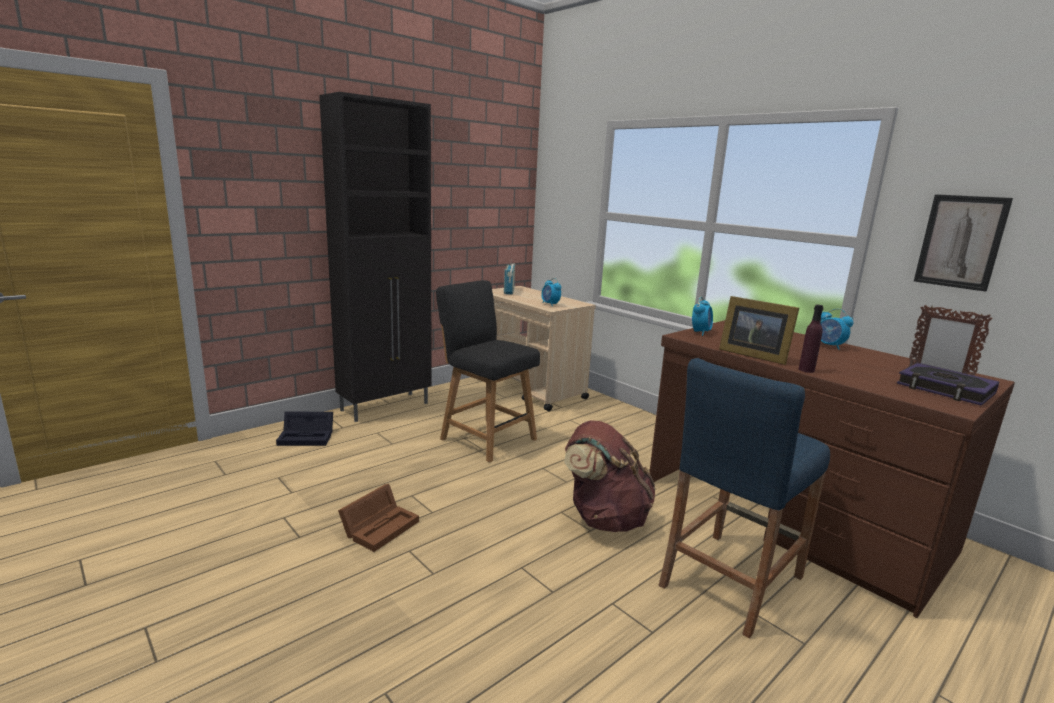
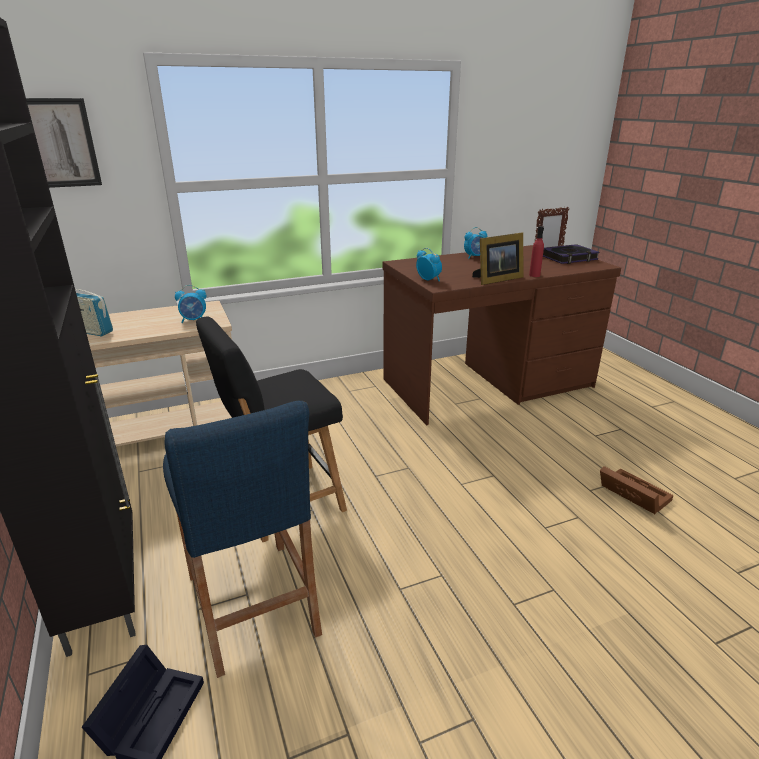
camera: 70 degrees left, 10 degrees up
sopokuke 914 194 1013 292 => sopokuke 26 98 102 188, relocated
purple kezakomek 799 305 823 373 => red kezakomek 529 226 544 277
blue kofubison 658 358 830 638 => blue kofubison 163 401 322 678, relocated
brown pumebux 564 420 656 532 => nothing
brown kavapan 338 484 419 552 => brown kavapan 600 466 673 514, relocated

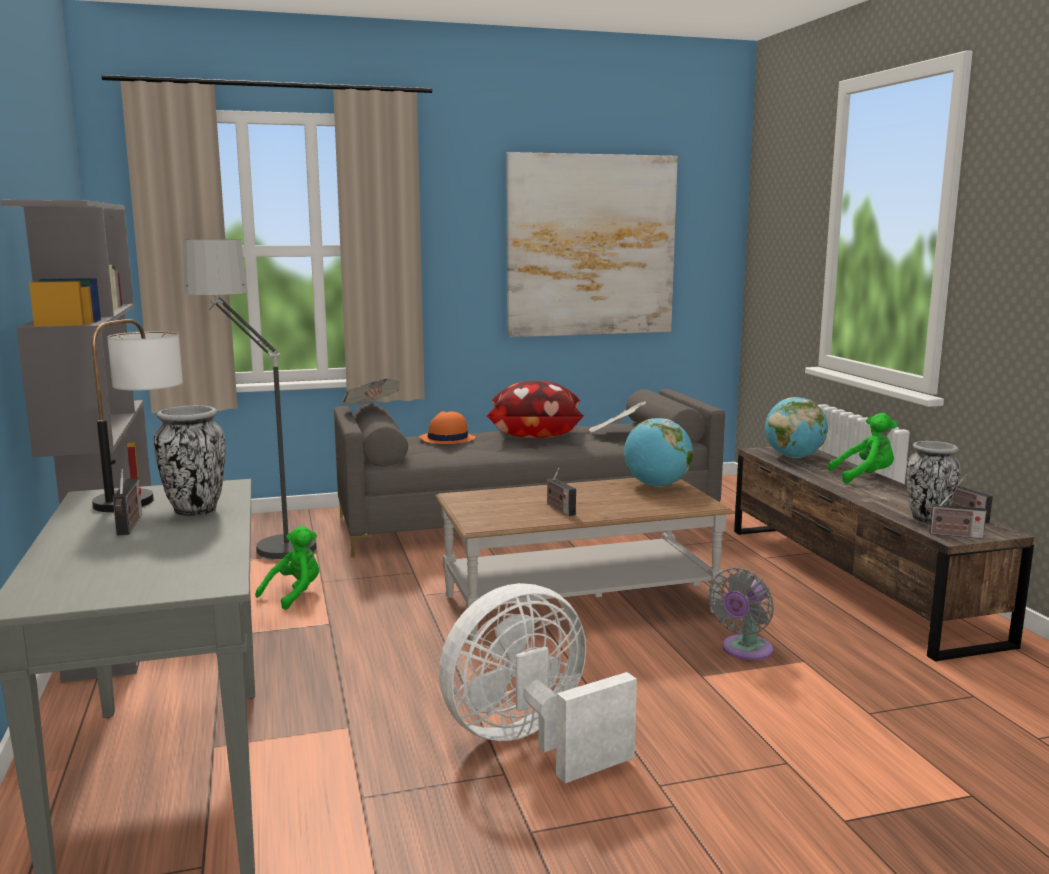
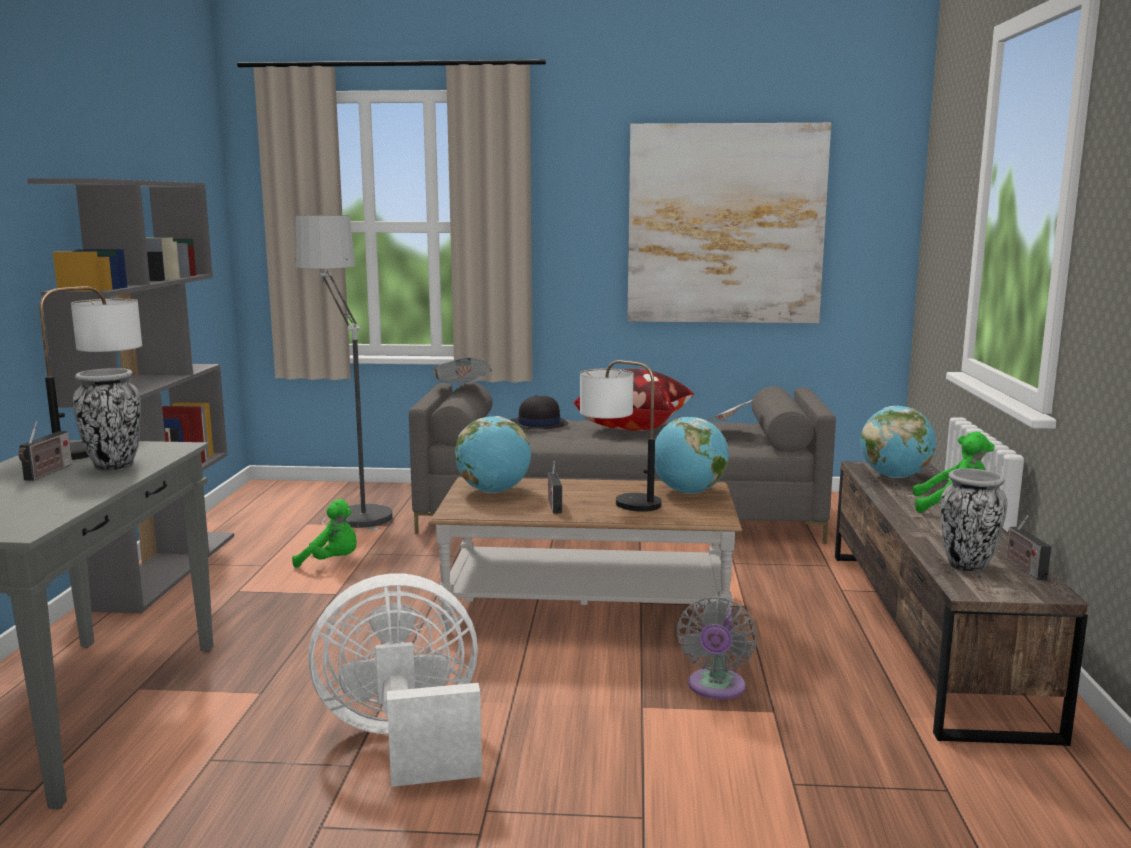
camera: 20 degrees right, 0 degrees up
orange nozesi 419 411 476 444 => black nozesi 510 395 568 429
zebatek 926 492 987 539 => nothing
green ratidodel 255 526 319 610 => green ratidodel 292 499 357 568, 45 degrees clockwise
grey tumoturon 709 568 774 660 => grey tumoturon 677 597 757 699, 45 degrees counterclockwise
nothing => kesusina 580 360 661 512
nothing => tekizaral 455 416 531 493

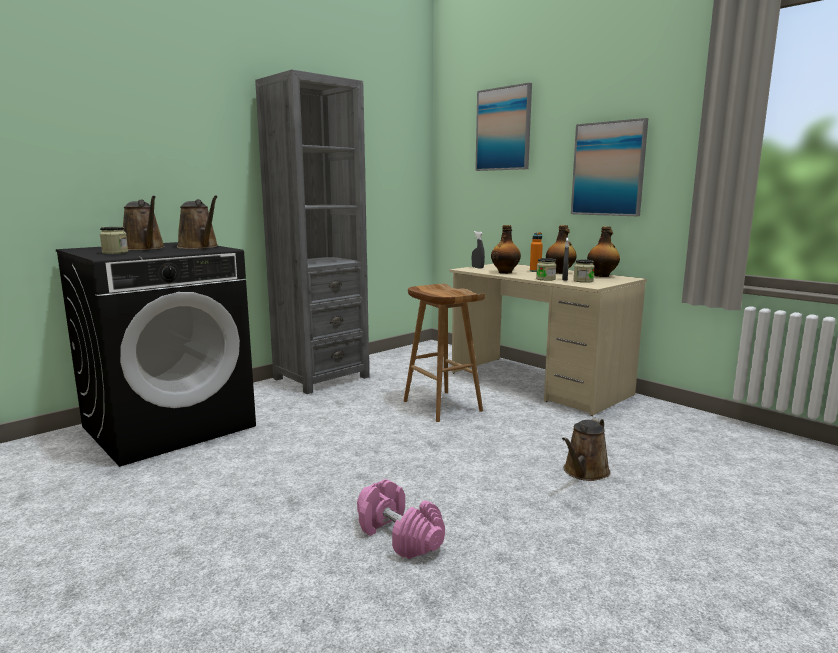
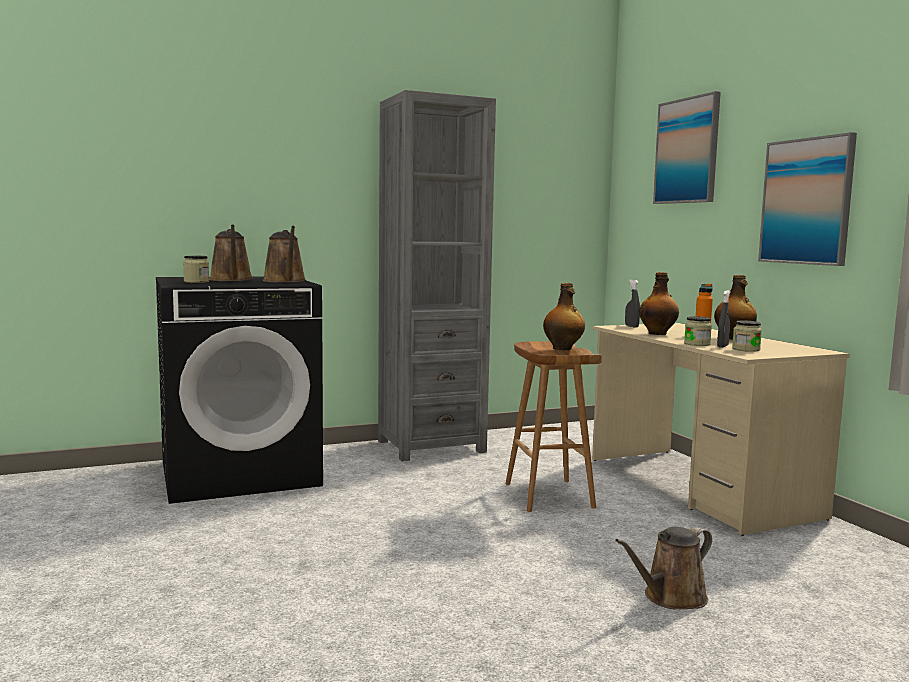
camera: 20 degrees right, 5 degrees down
kezakomek 587 226 620 277 => kezakomek 543 283 585 350, relocated
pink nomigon 357 479 445 559 => nothing

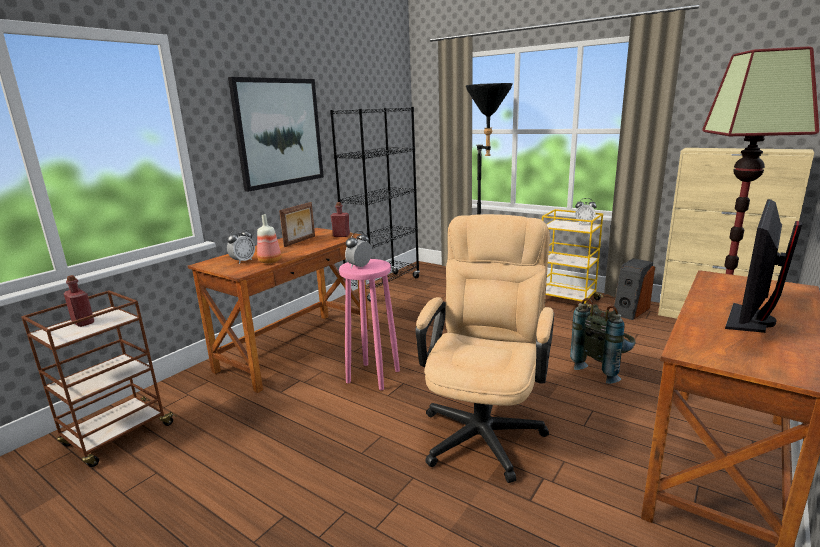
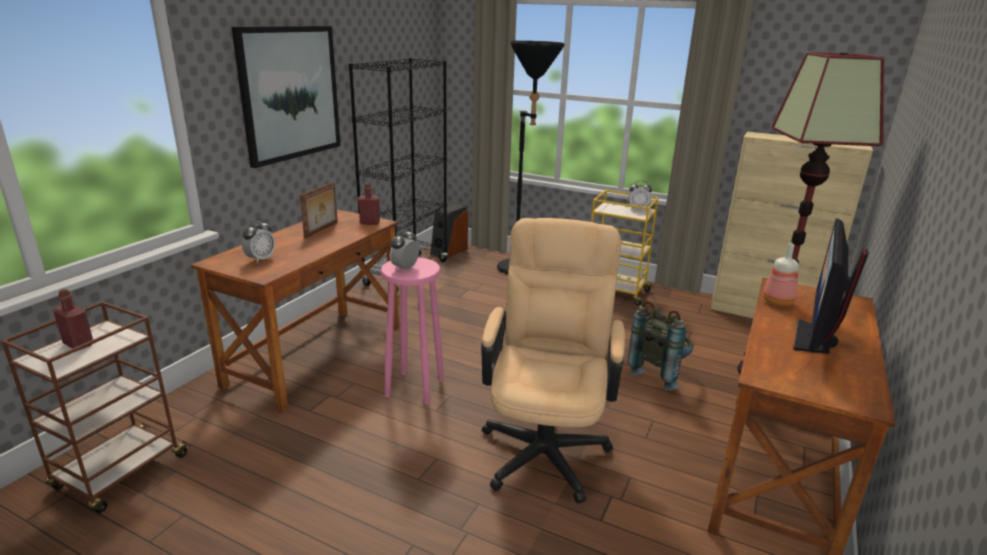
camera: 10 degrees left, 5 degrees up
kezakomek 257 214 282 263 => kezakomek 763 243 799 307, relocated
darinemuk 613 258 655 320 => darinemuk 430 203 468 257, relocated

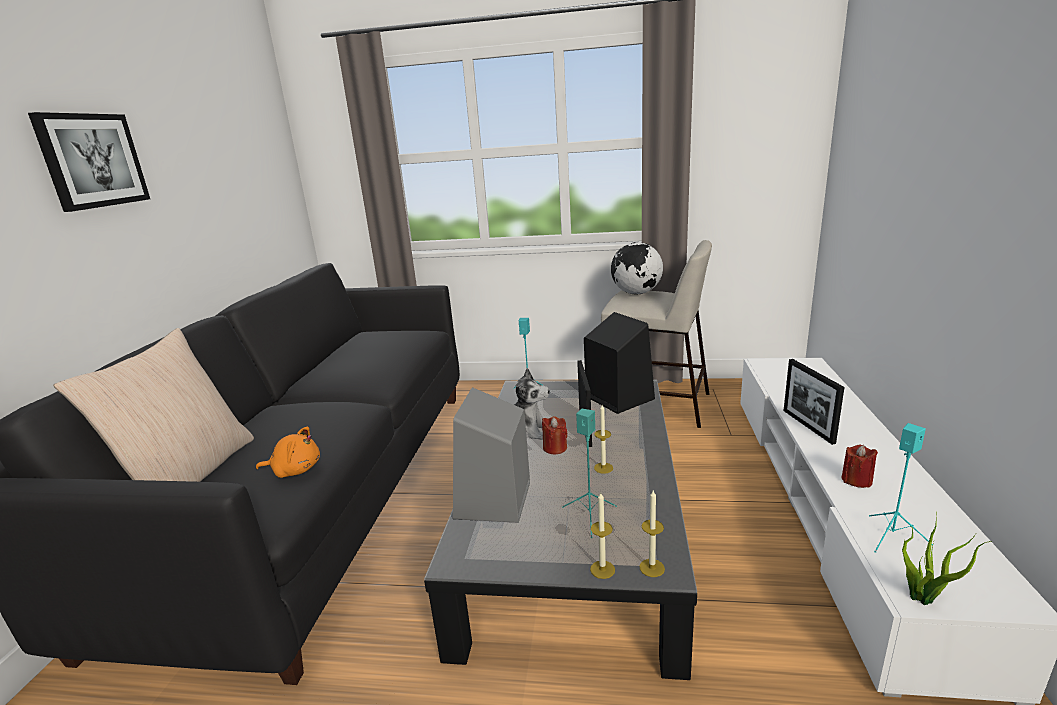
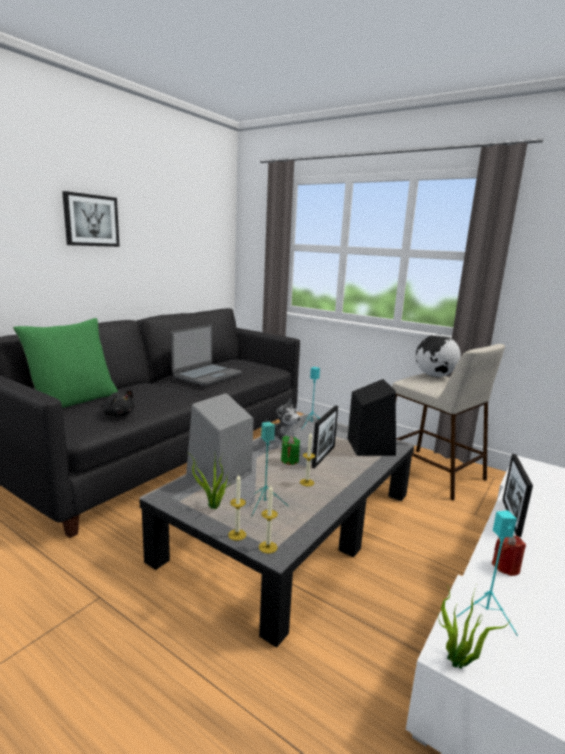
camera: 25 degrees right, 5 degrees down
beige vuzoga 53 328 254 482 => green vuzoga 13 318 118 408
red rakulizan 542 416 567 454 => green rakulizan 281 436 300 465
orange ratidodel 256 426 320 478 => black ratidodel 101 390 135 417
nothing => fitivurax 171 325 242 386
nothing => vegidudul 187 452 231 509

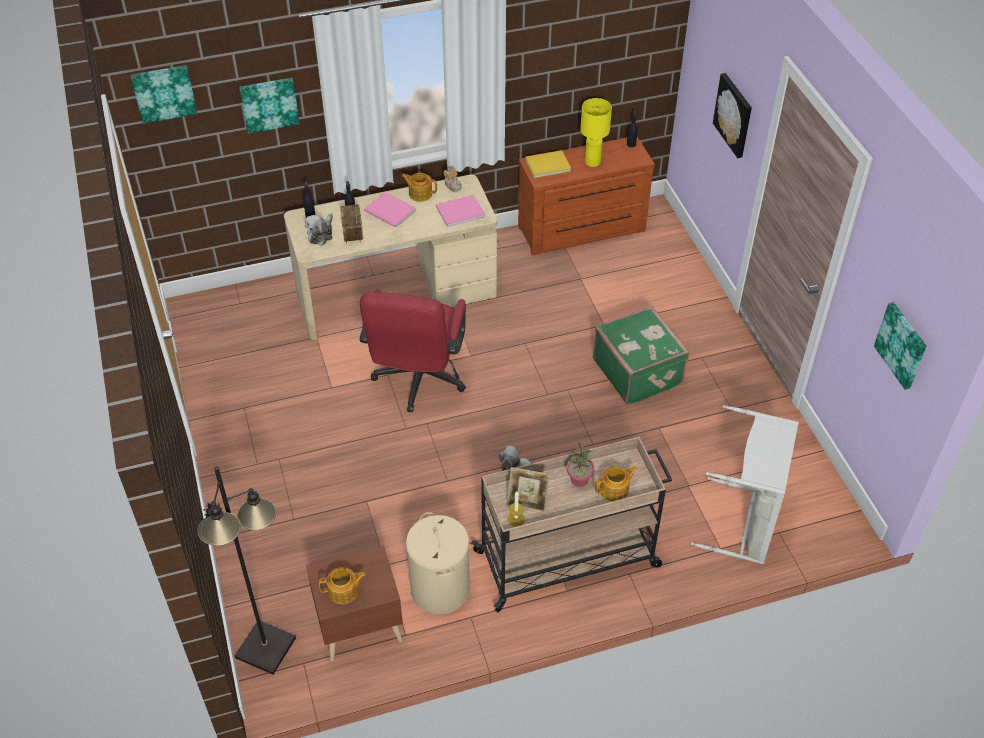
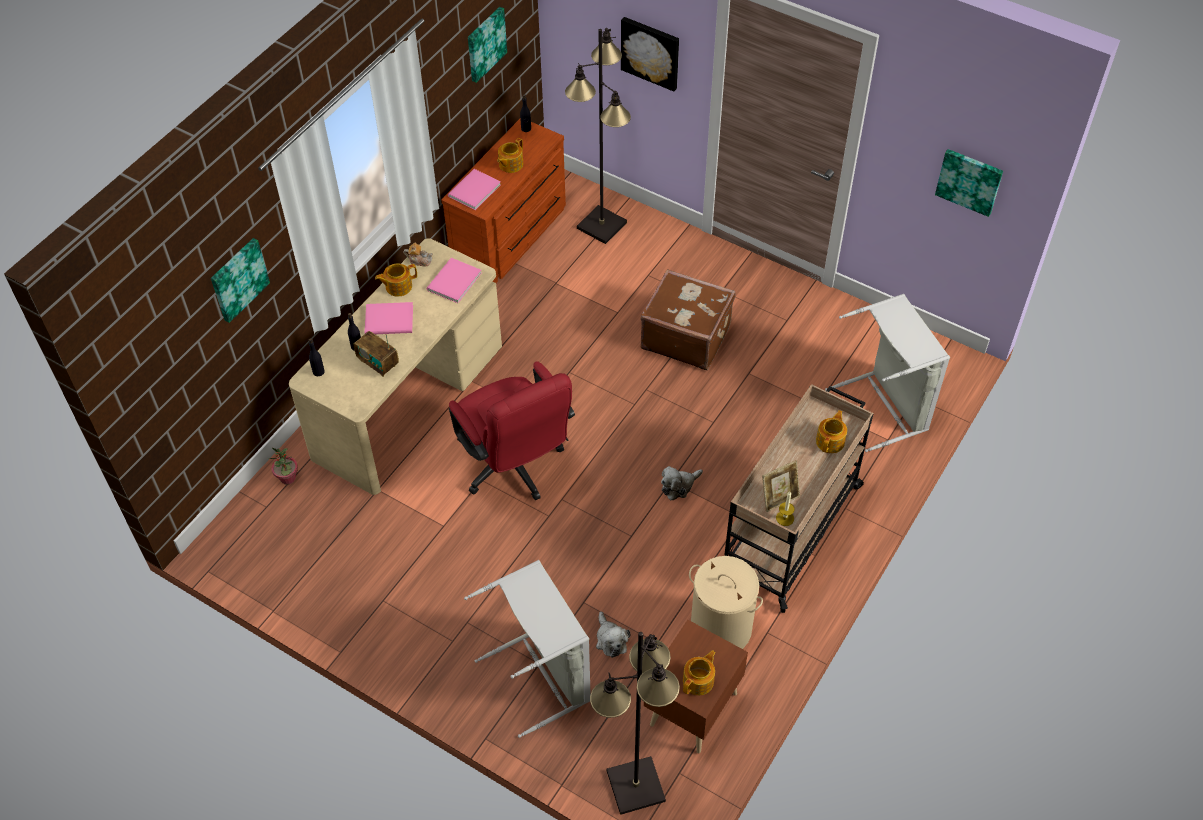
camera: 40 degrees left, 5 degrees up
sopokuke 131 65 197 124 => sopokuke 468 7 507 83, relocated
yellow kesusina 580 98 612 167 => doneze 497 138 523 173
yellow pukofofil 525 150 571 178 => pink pukofofil 448 169 501 210
ratidodel 305 214 333 246 => ratidodel 596 612 630 658, relocated
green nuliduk 593 306 689 405 => brown nuliduk 640 269 736 370
vegidudul 567 442 595 487 => vegidudul 268 448 298 485, relocated
nothing => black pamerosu 565 28 631 244
nothing => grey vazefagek 464 560 591 738

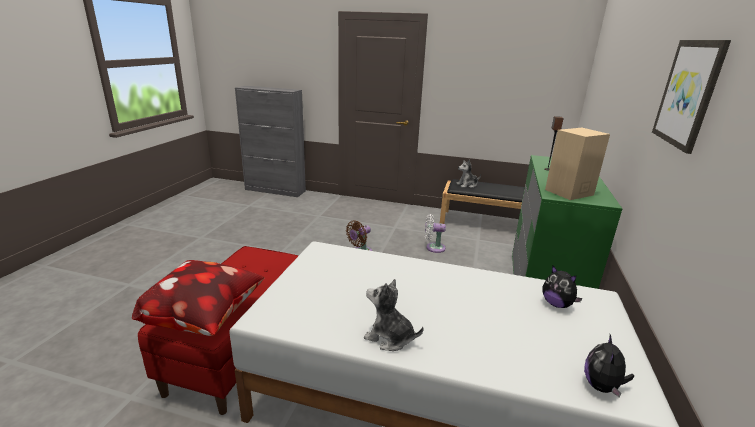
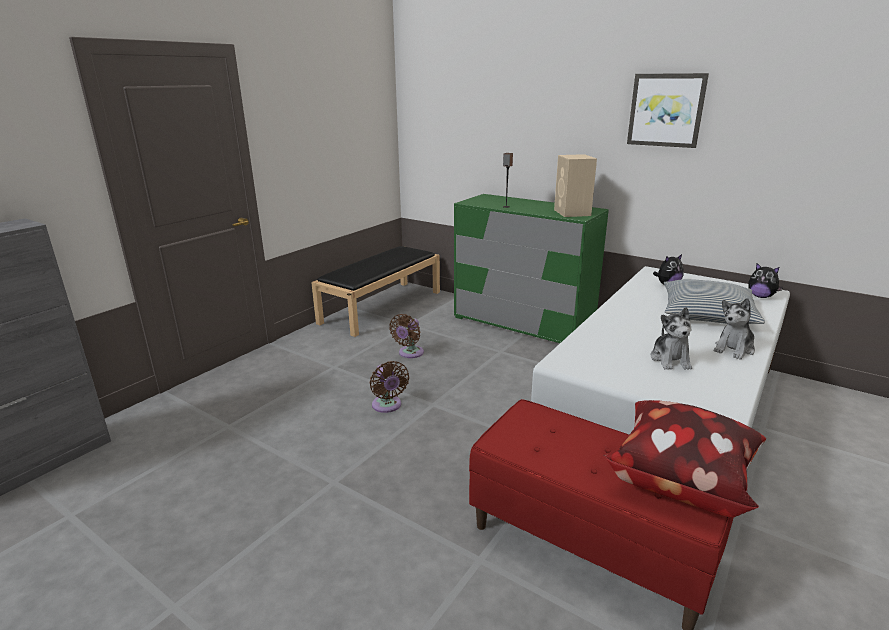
camera: 70 degrees left, 0 degrees up
ratidodel 456 160 481 188 => ratidodel 651 307 692 370, relocated
white tumoturon 425 214 446 253 => brown tumoturon 389 314 424 358
nothing => vuzoga 664 279 765 324

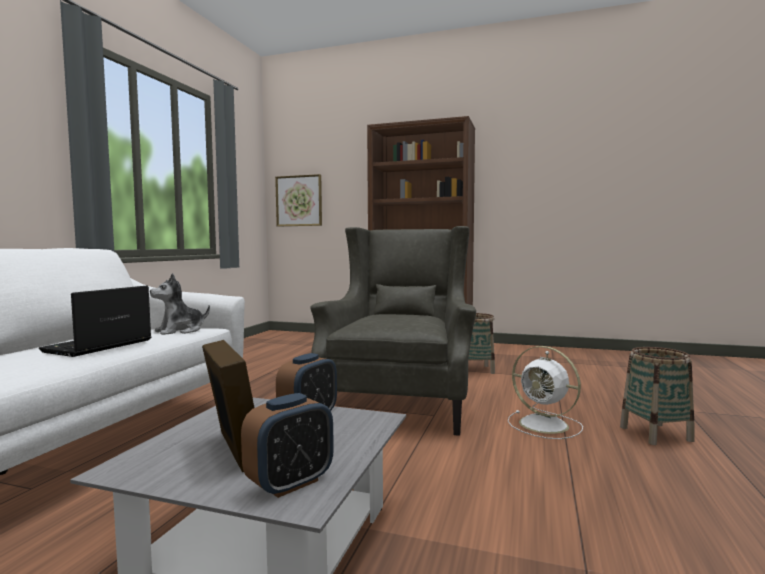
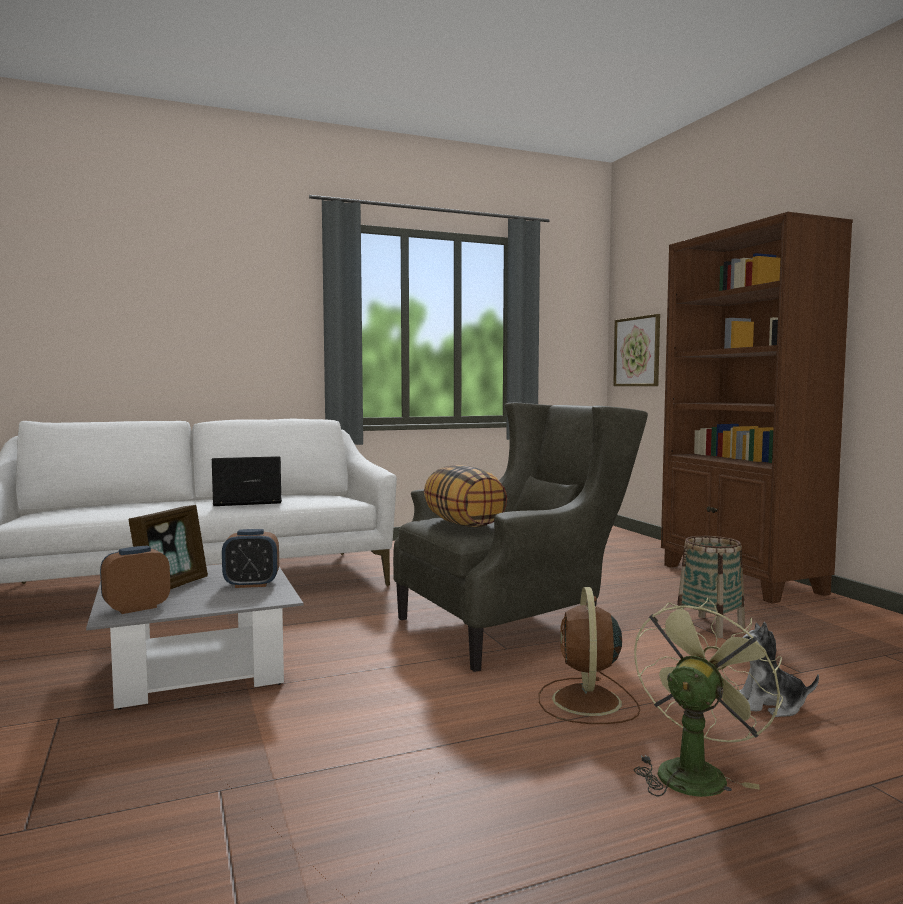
camera: 50 degrees right, 0 degrees up
ratidodel 150 273 210 335 => ratidodel 739 622 819 717, relocated
white tumoturon 508 346 583 439 => brown tumoturon 538 587 640 724
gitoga 620 347 695 445 => green tumoturon 634 598 783 797
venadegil 241 393 334 498 => venadegil 100 545 170 614, 135 degrees clockwise
nothing => vuzoga 424 465 507 527

